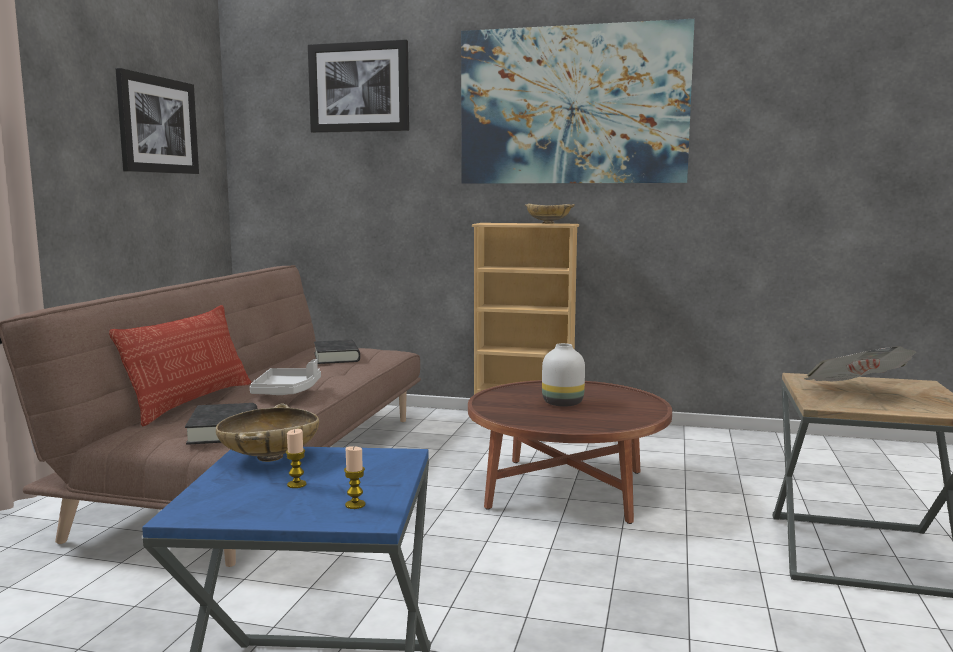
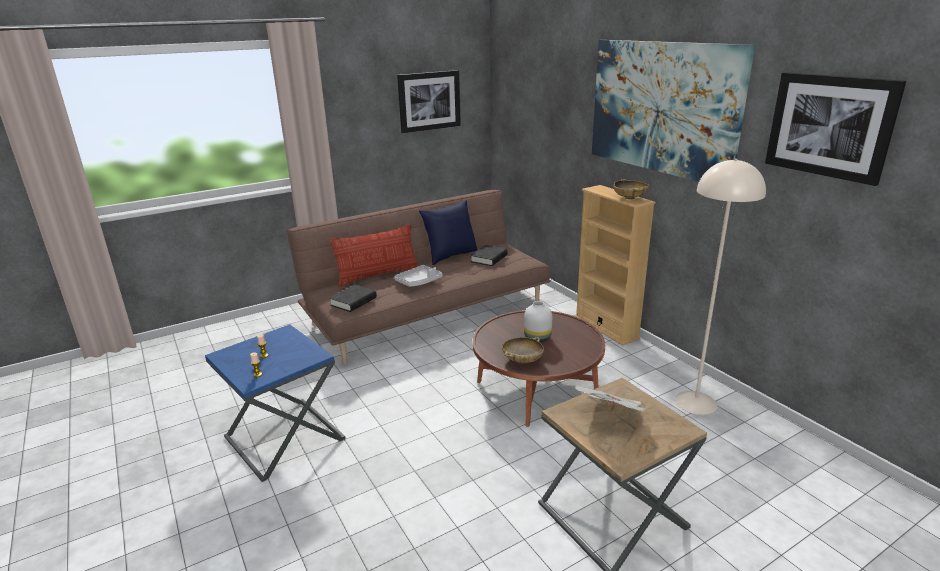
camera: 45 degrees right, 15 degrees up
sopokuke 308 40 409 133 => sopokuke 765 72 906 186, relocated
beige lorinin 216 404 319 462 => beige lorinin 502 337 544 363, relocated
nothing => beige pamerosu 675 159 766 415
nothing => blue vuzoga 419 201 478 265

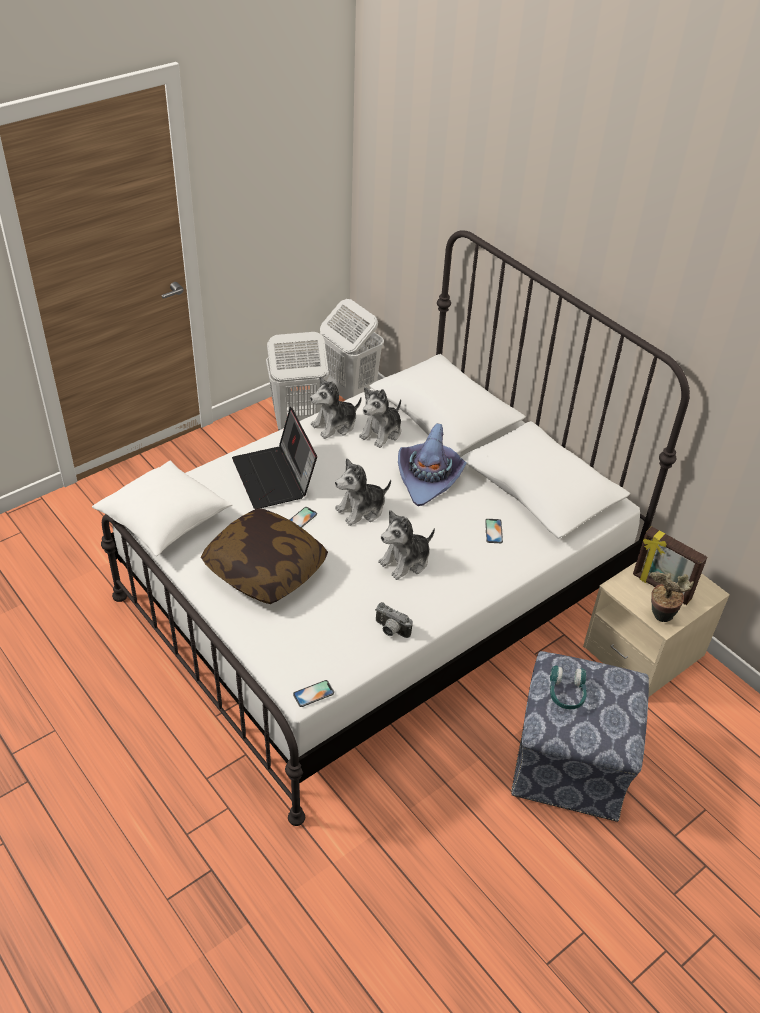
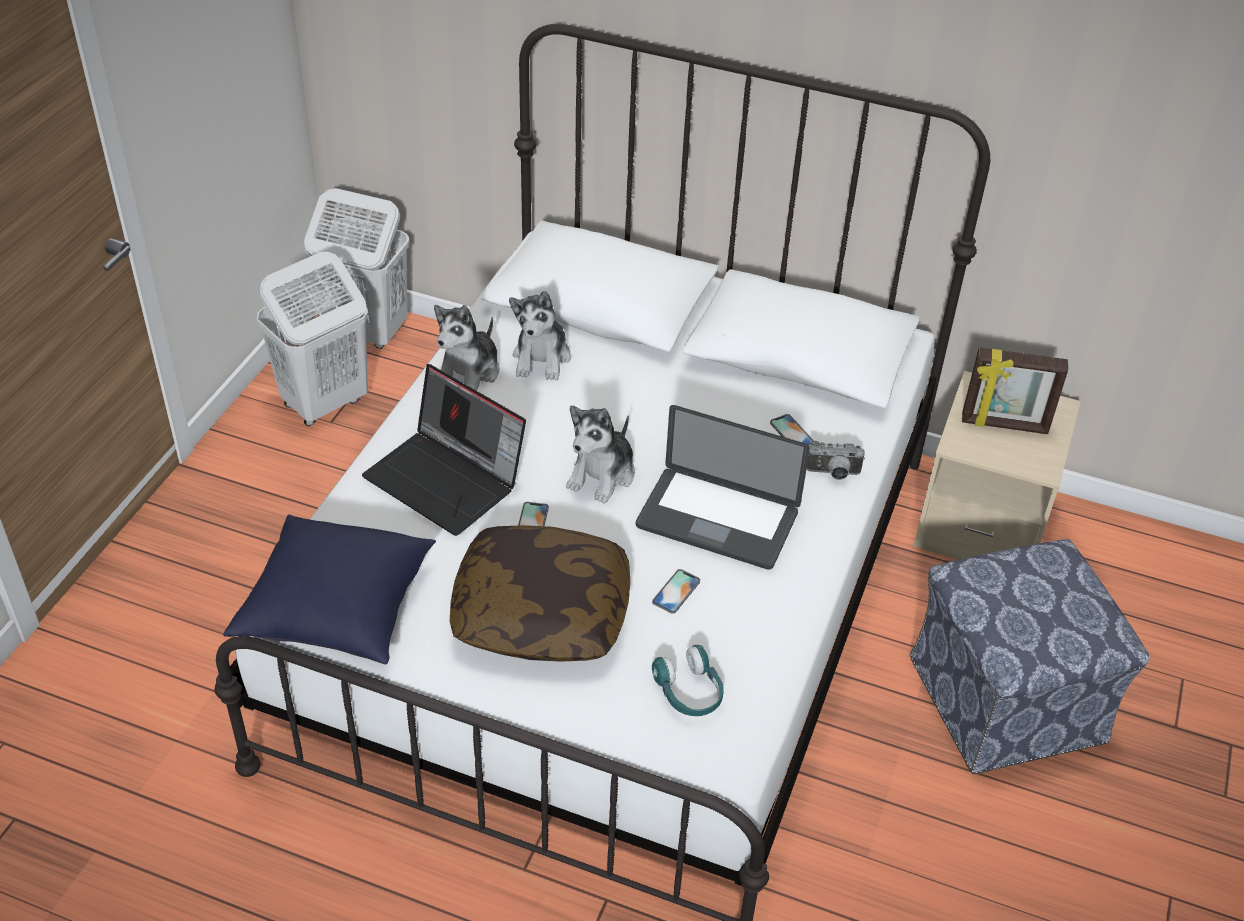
camera: 30 degrees left, 0 degrees up
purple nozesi 398 423 467 506 => nothing
white vuzoga 92 460 233 556 => blue vuzoga 223 515 436 664
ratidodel 378 510 435 580 => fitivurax 636 405 810 570
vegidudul 650 572 694 622 => nothing
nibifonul 375 602 413 638 => nibifonul 806 441 865 480, relocated
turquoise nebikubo 550 665 587 709 => turquoise nebikubo 652 645 724 716, relocated
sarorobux 293 680 334 707 => sarorobux 652 569 700 614, relocated

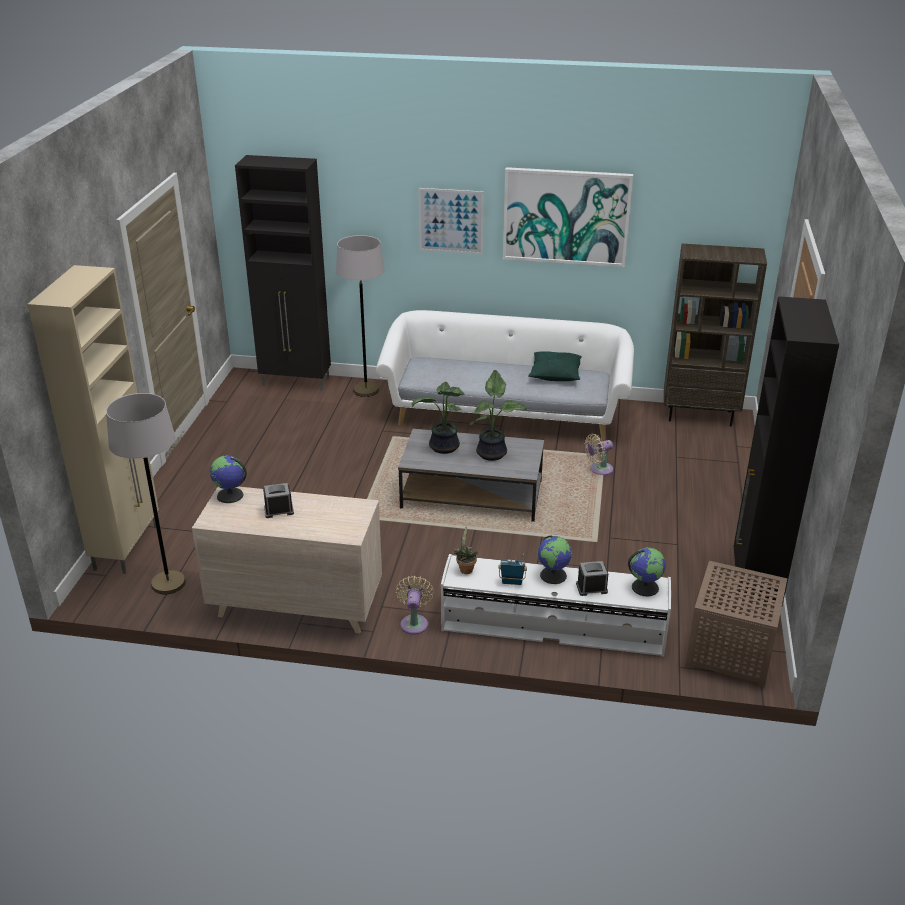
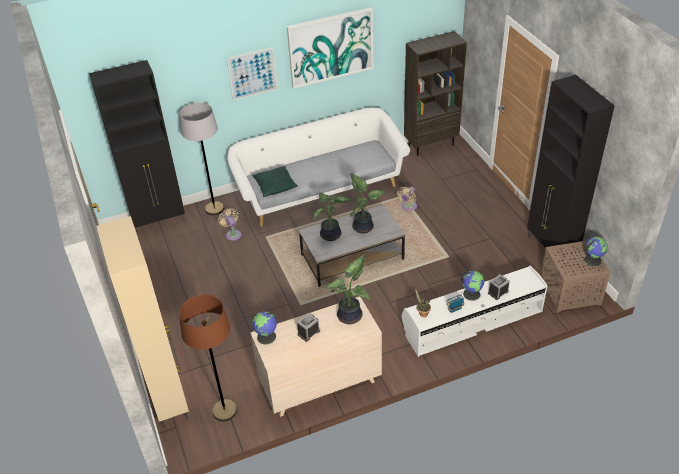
camera: 30 degrees left, 10 degrees up
green vuzoga 528 351 582 381 => green vuzoga 252 166 298 197, relocated
grey pamerosu 106 393 186 594 => brown pamerosu 179 294 237 421
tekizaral 628 548 666 597 => tekizaral 584 237 608 266, relocated
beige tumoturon 396 576 434 635 => beige tumoturon 218 208 241 241, relocated
nothing => vegidudul 325 254 370 324

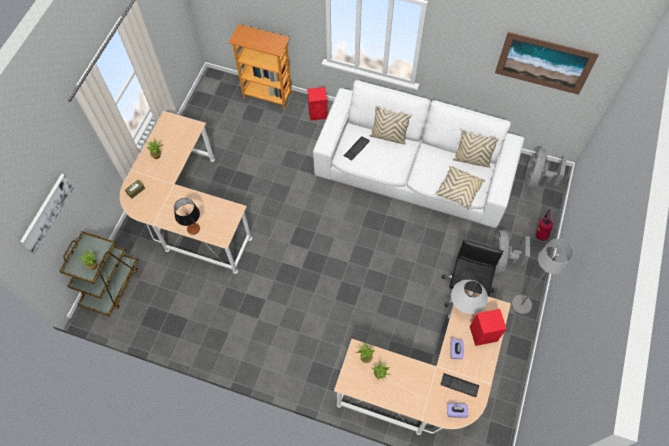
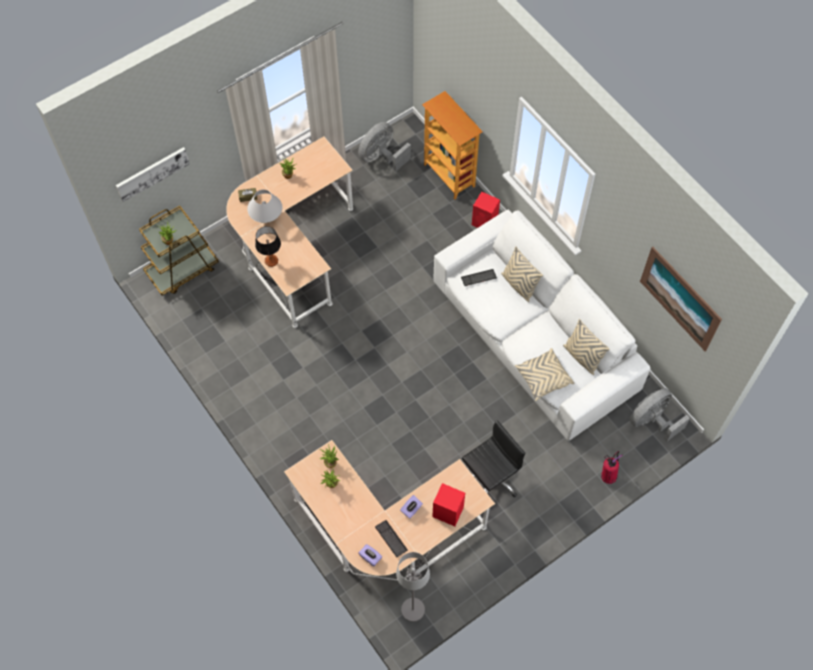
camera: 35 degrees right, 0 degrees up
grey tumoturon 491 230 530 274 => grey tumoturon 358 122 411 172, relocated
grey pamerosu 512 239 573 314 => grey pamerosu 396 552 430 622, relocated
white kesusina 451 280 488 314 => white kesusina 247 190 282 223, relocated

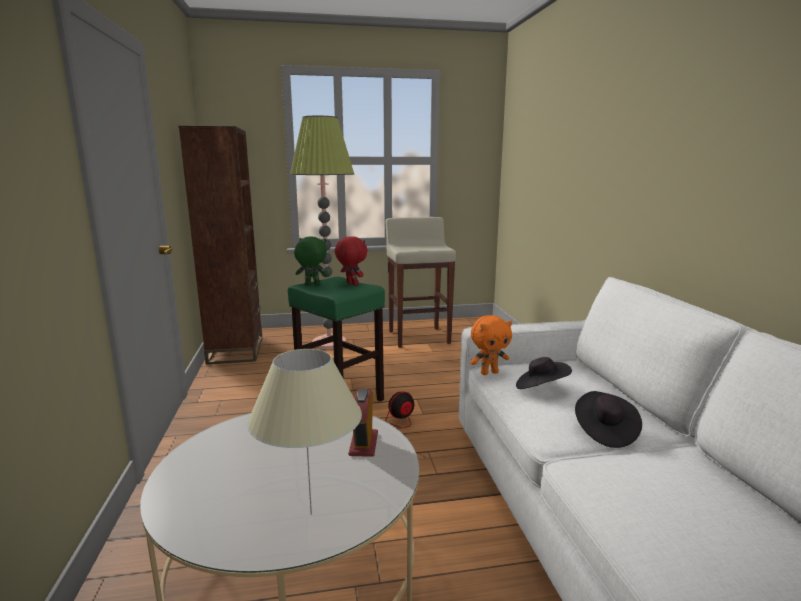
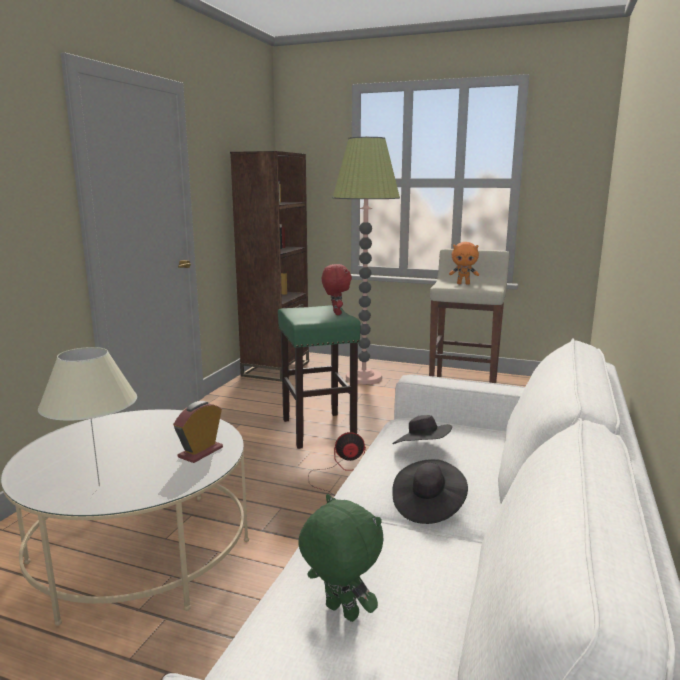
camera: 30 degrees right, 0 degrees up
green ratidodel 294 236 329 285 => green ratidodel 298 494 384 622, relocated
orange ratidodel 470 315 512 375 => orange ratidodel 449 242 479 285, relocated

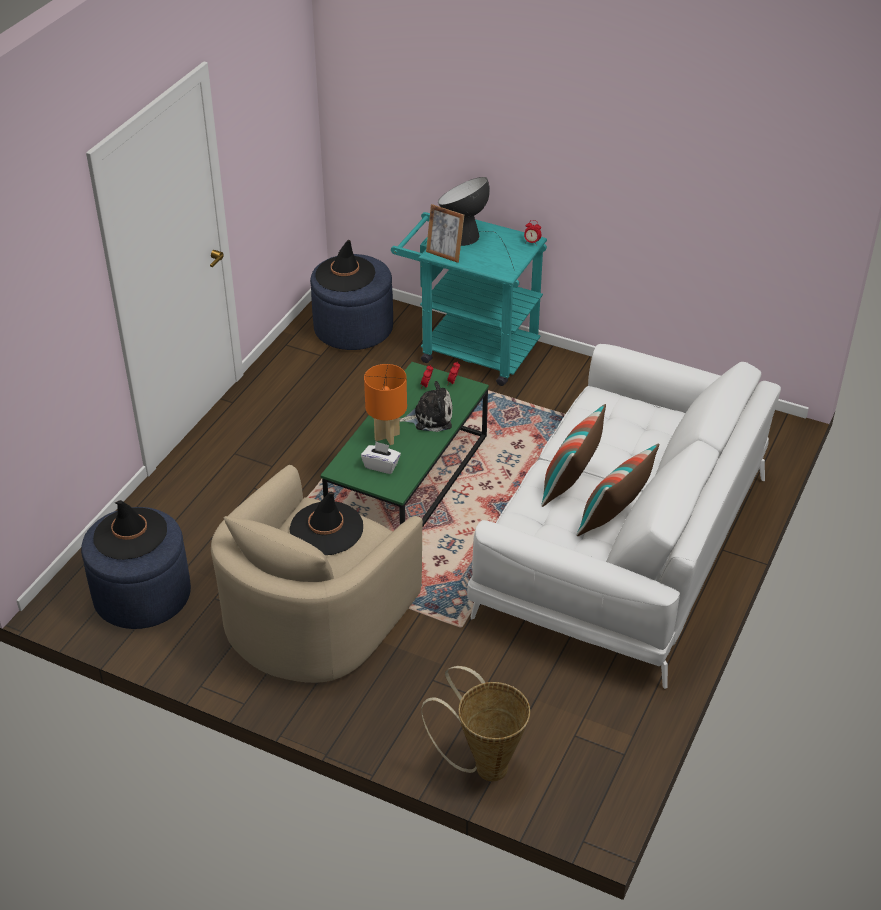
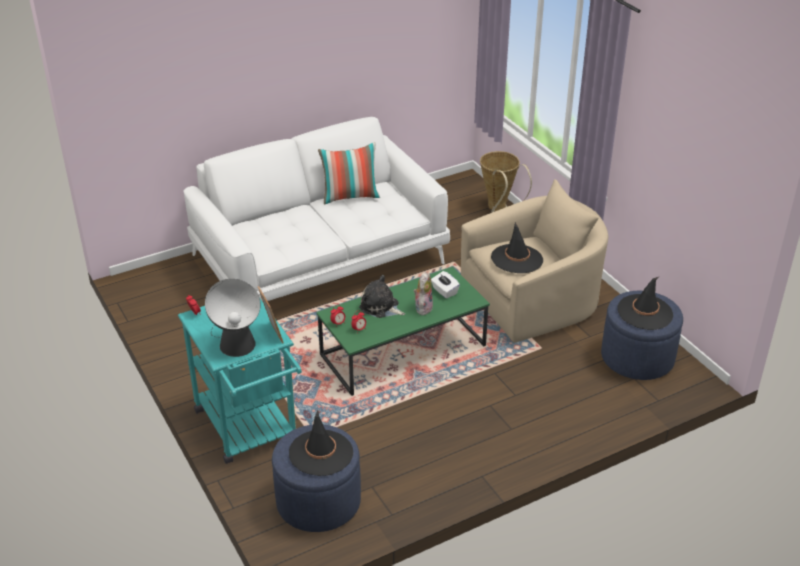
camera: 145 degrees left, 5 degrees down
orange kesusina 364 364 407 445 => ratidodel 414 272 433 315
vuzoga 541 404 606 507 => nothing

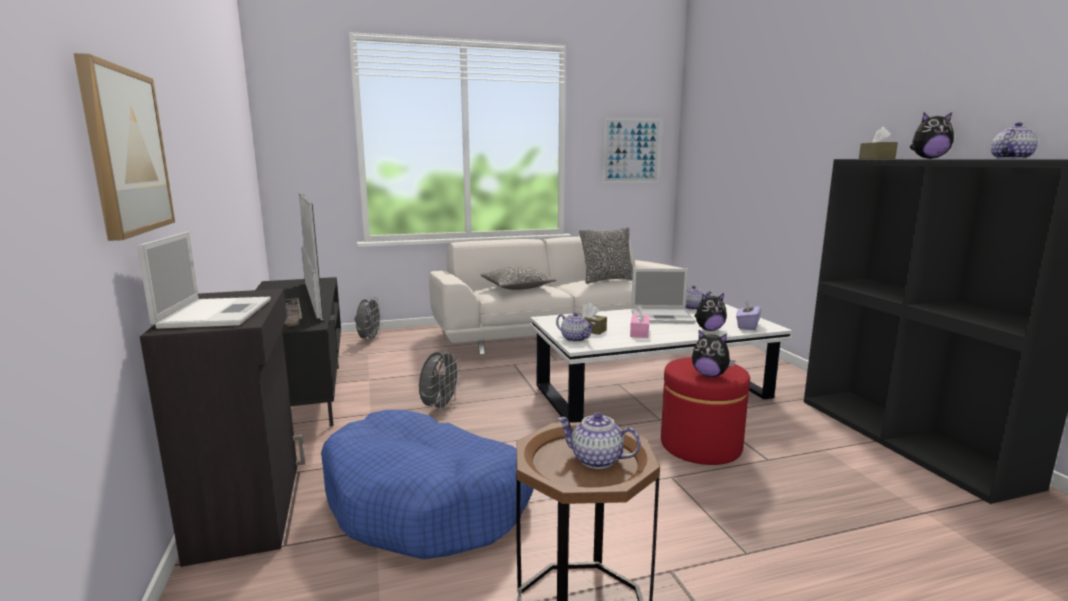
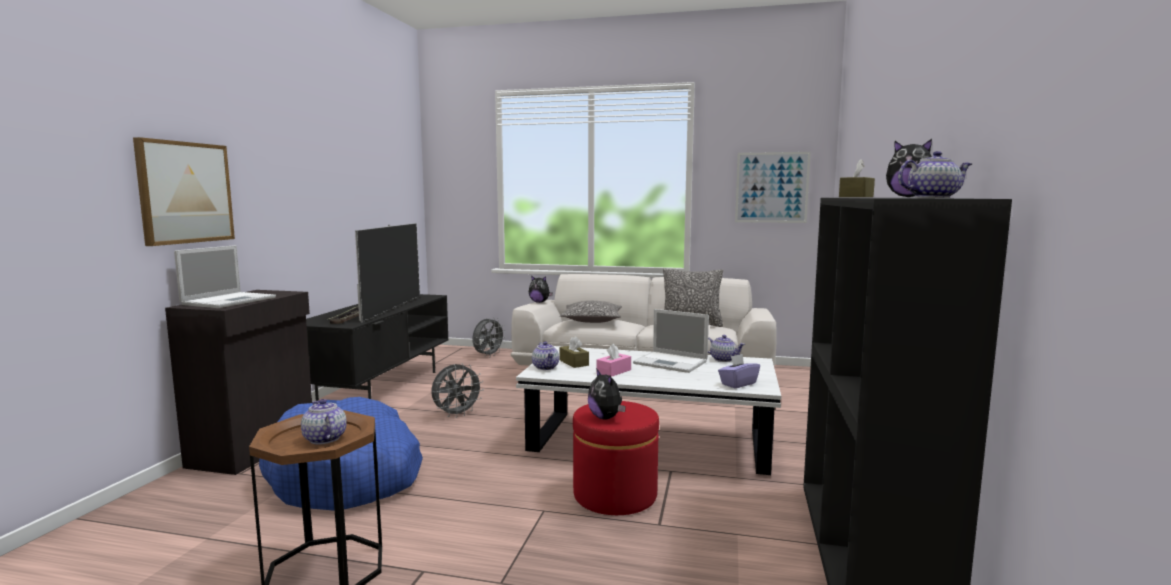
camera: 30 degrees right, 5 degrees down
ratidodel 695 293 727 331 => ratidodel 529 275 553 303, relocated

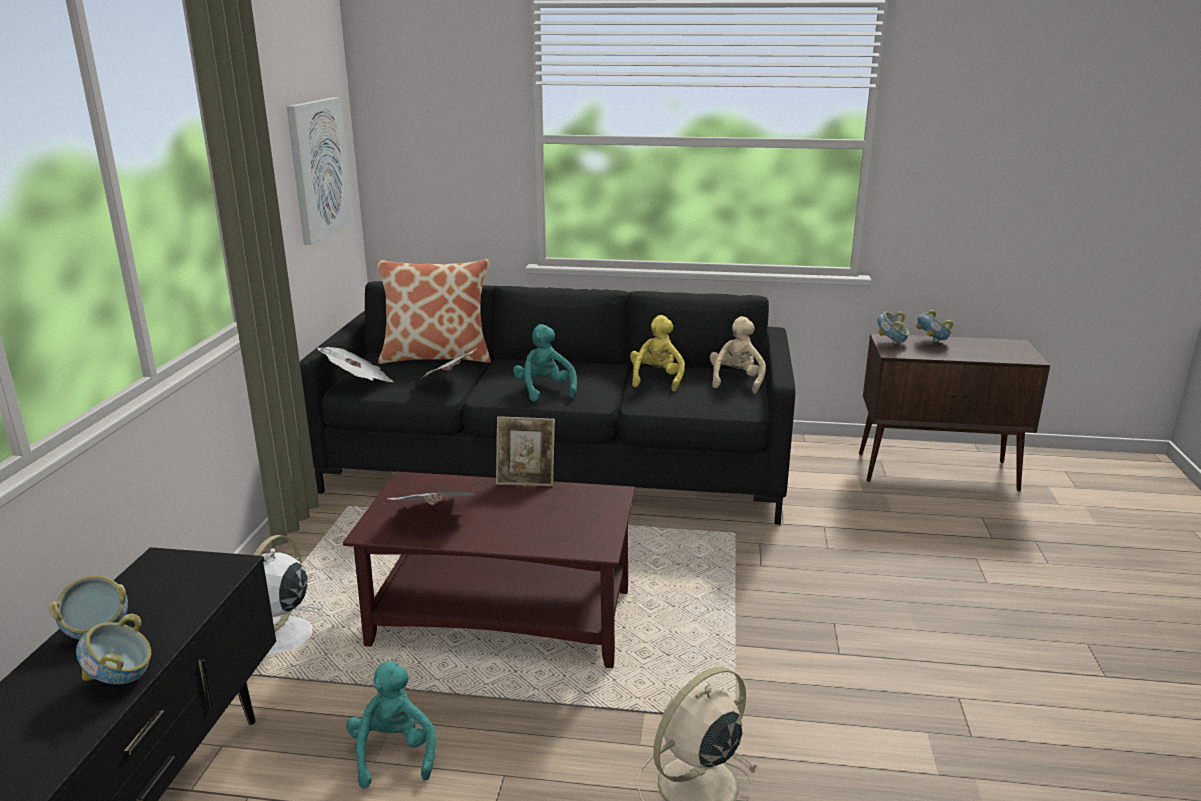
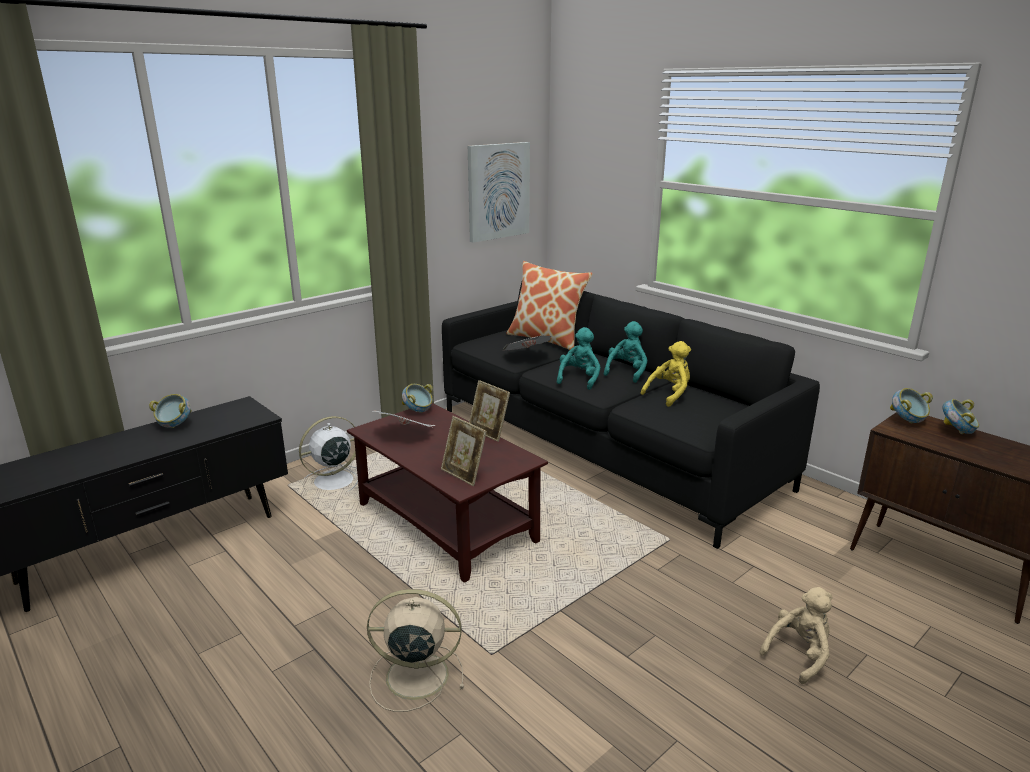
camera: 40 degrees right, 0 degrees up
beige ratidodel 710 316 766 393 => beige ratidodel 760 587 833 684, relocated
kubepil 317 347 394 382 => nothing
lorinin 76 614 151 684 => lorinin 402 384 433 413, relocated
turquoise ratidodel 346 661 436 789 => turquoise ratidodel 604 321 648 383, relocated
nothing => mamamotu 441 416 487 486

